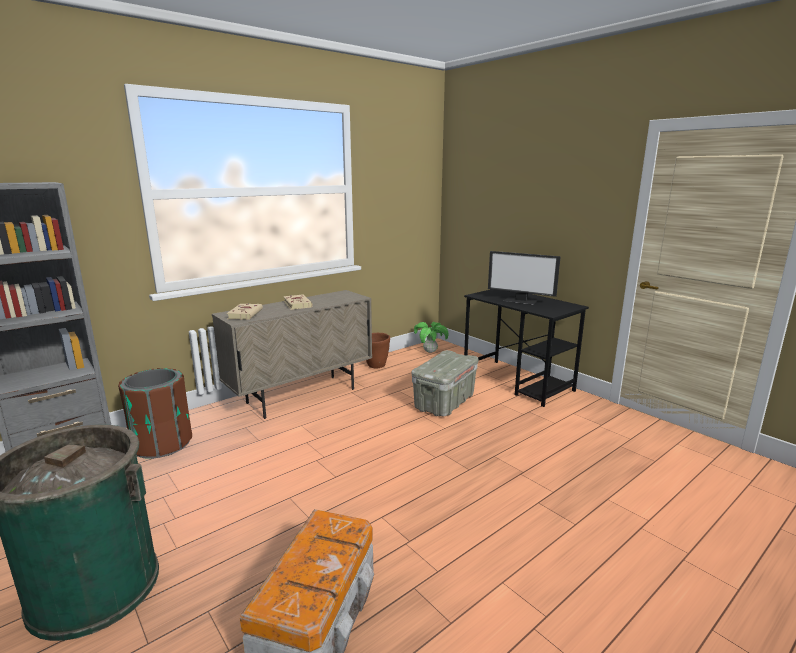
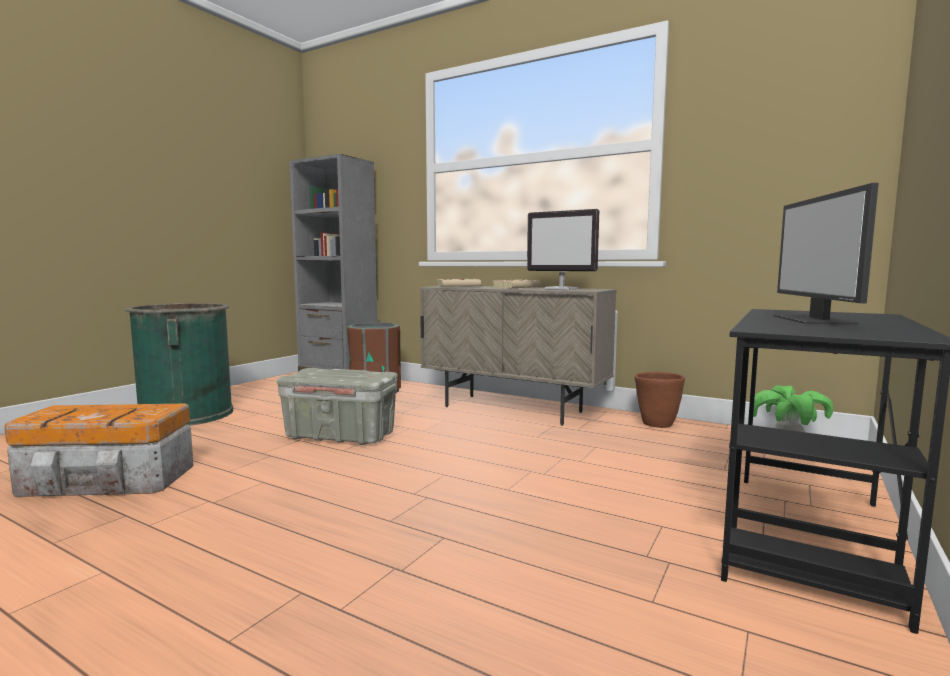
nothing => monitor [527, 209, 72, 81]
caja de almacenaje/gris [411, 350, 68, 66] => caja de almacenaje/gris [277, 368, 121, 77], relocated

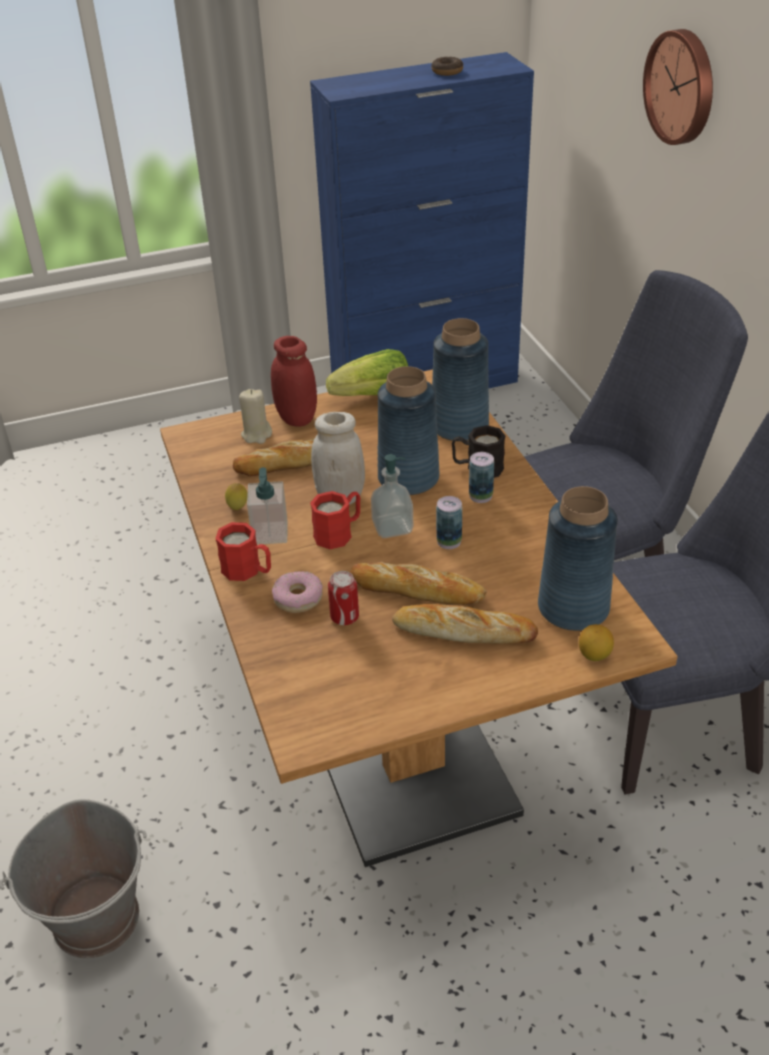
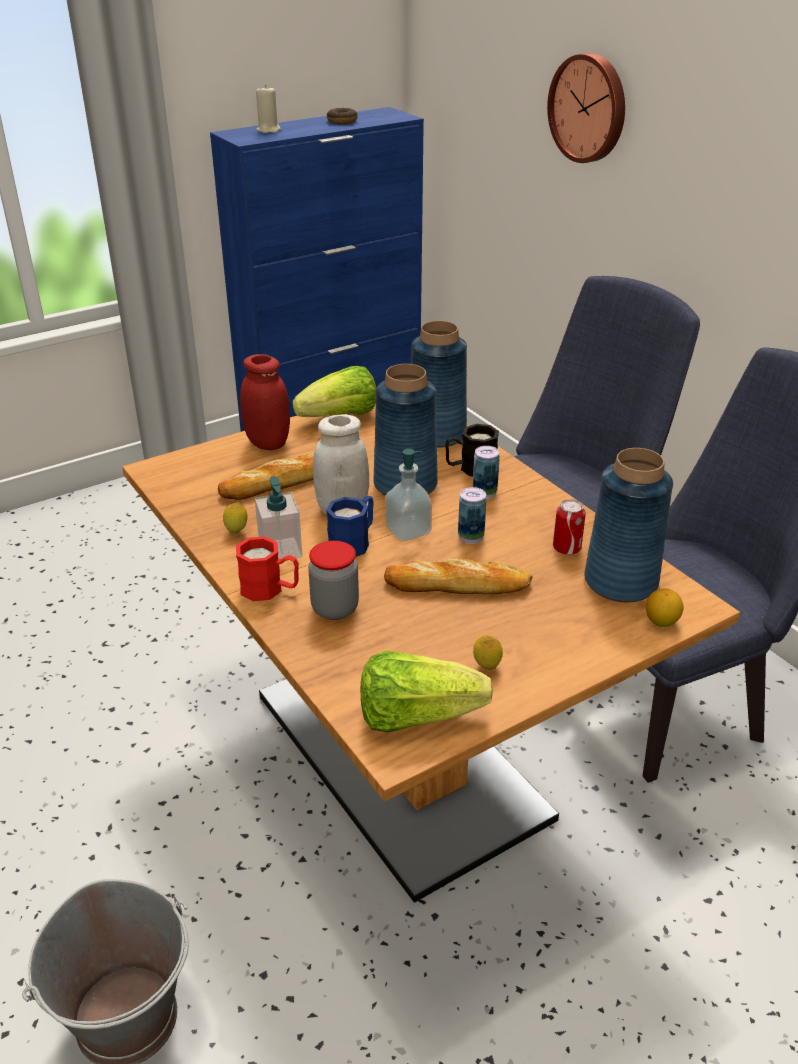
pan [392, 604, 146, 40] => nothing
nothing => lechuga [361, 650, 132, 83]
nothing => limón [473, 635, 30, 35]
vela/beis [239, 389, 33, 55] => vela/beis [256, 85, 25, 48], relocated
lata [328, 571, 31, 54] => lata [553, 499, 33, 56], relocated
rosquilla [272, 571, 51, 42] => tarro [308, 541, 51, 79]
taza grande/rojo [310, 491, 50, 58] => taza grande/azul [326, 496, 48, 61]

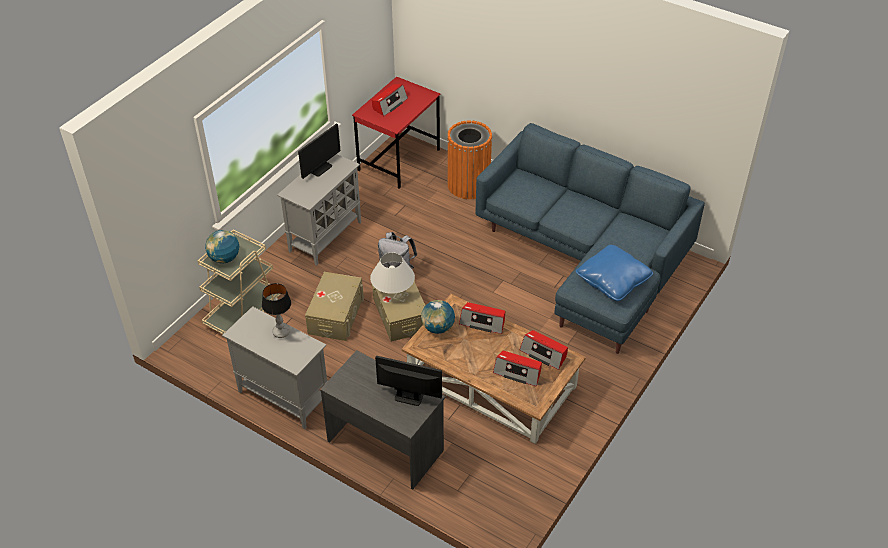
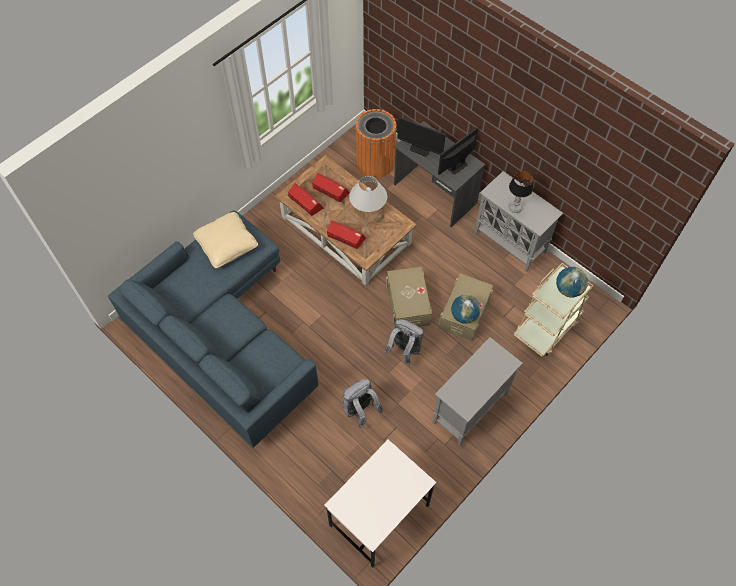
radio [372, 84, 36, 32] => nothing
nothing => mochila/gris [343, 379, 41, 49]
monitor [298, 123, 42, 56] => monitor [438, 128, 40, 47], relocated
lámpara de mesa/blanco [370, 252, 45, 42] => lámpara de mesa/blanco [349, 176, 38, 36], relocated
globo terráqueo [421, 300, 34, 34] => globo terráqueo [451, 294, 30, 30], relocated
papelera/naranja [447, 120, 45, 79] => papelera/naranja [355, 109, 41, 69], relocated
escritorio/rojo [352, 76, 89, 113] => escritorio/blanco [324, 439, 112, 129]
cojín/azul [576, 245, 77, 56] => cojín/beis [193, 212, 65, 56]

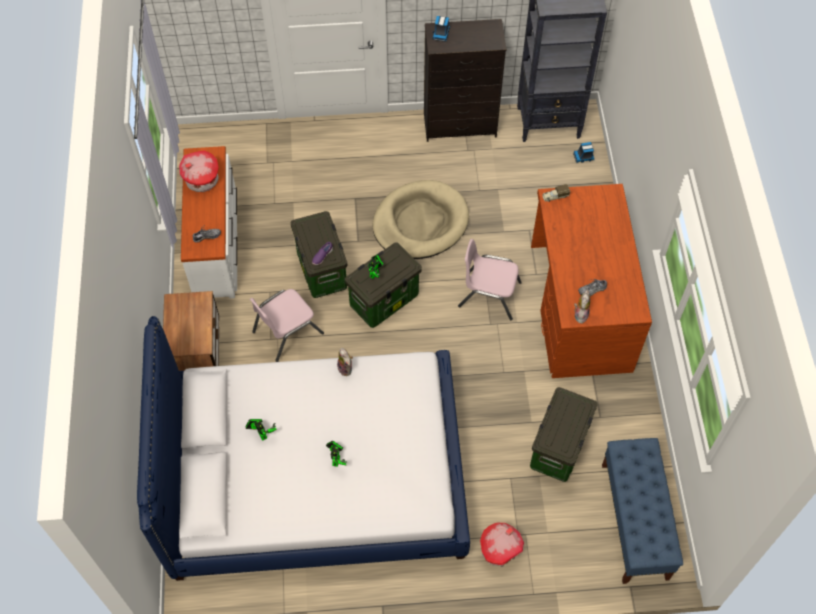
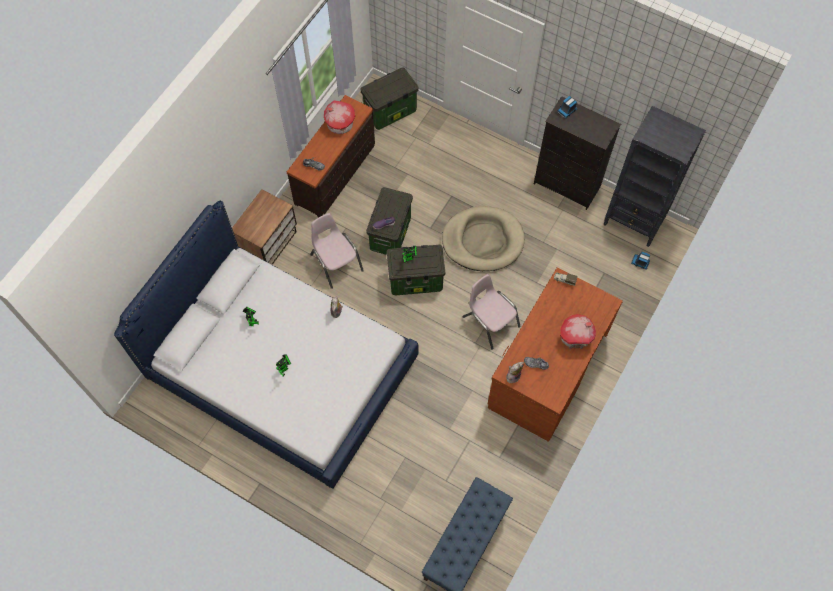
casita [480, 523, 44, 44] => casita [560, 314, 36, 35], relocated
caja de almacenaje [530, 387, 68, 95] => caja de almacenaje [361, 67, 58, 63], relocated
cómoda/blanco [181, 146, 56, 153] => cómoda/marrón [287, 95, 88, 122]
silla/rosa [250, 289, 74, 73] => silla/rosa [310, 213, 54, 76], 60 degrees clockwise

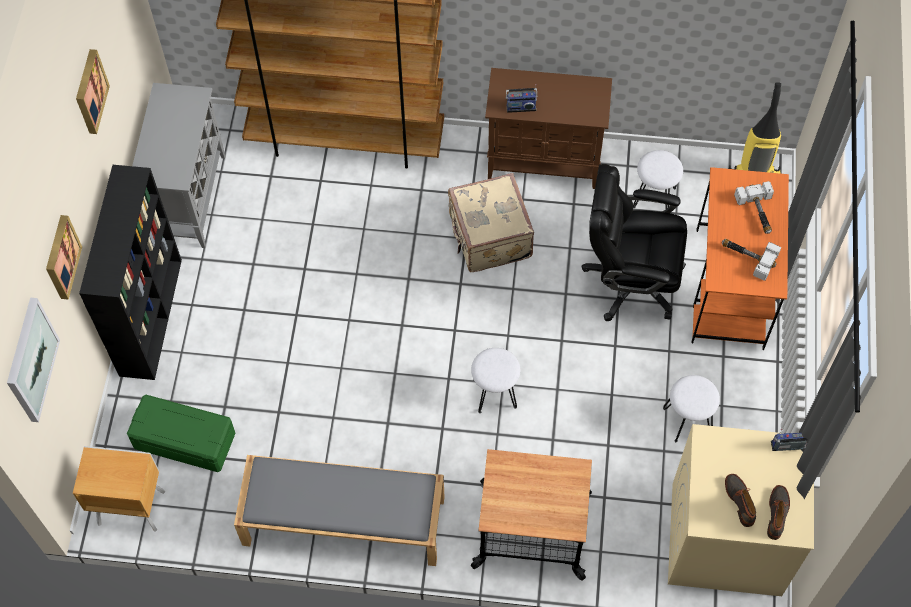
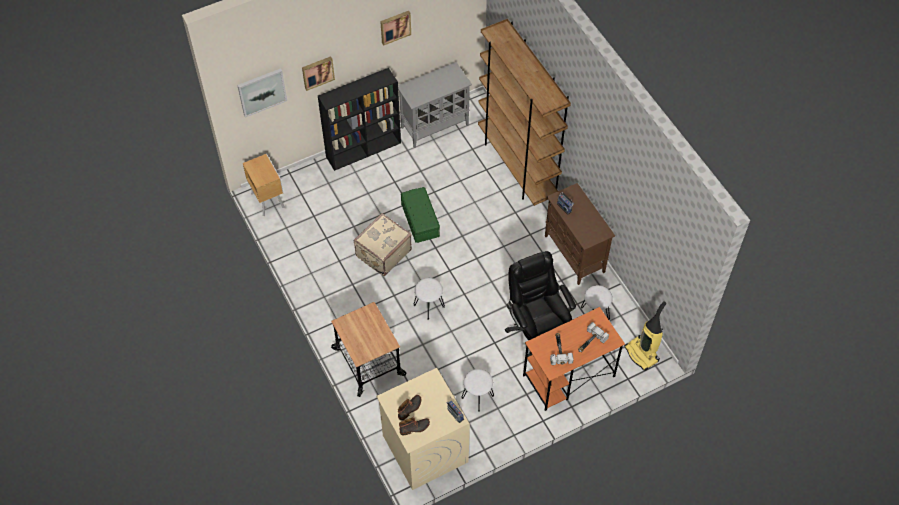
banco/gris [234, 455, 210, 111] => nothing
caja de almacenaje/verde [127, 395, 109, 77] => caja de almacenaje/verde [401, 187, 39, 56], relocated
maleta/beis [448, 173, 86, 99] => maleta/beis [354, 213, 58, 63], relocated

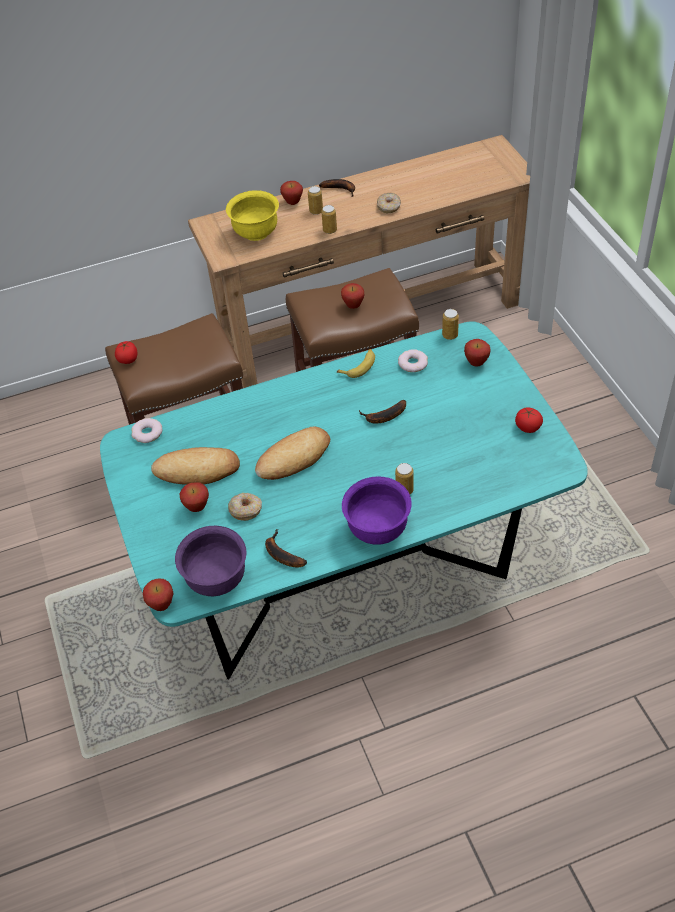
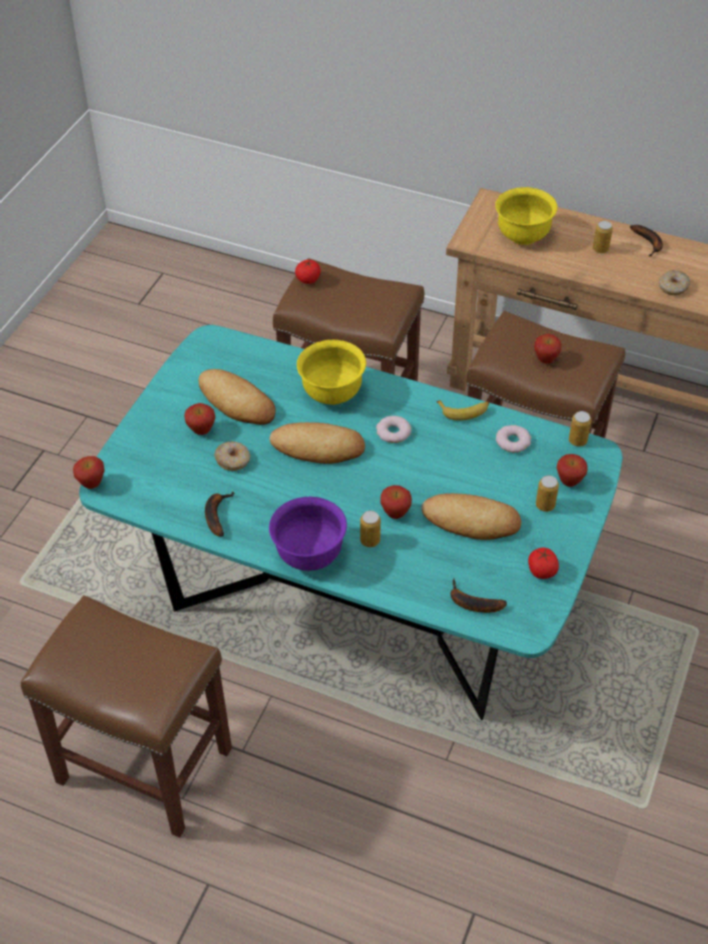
cuenco/morado [175, 526, 72, 70] => nothing
nothing => taburete/marrón [21, 595, 211, 243]
nothing => cuenco/amarillo [297, 340, 69, 65]
nothing => pan [421, 493, 100, 47]
rosquilla [131, 418, 31, 25] => rosquilla [376, 416, 35, 27], relocated
manzana [280, 181, 23, 24] => manzana [380, 485, 32, 34], relocated
lata [322, 205, 15, 29] => lata [536, 475, 23, 37], relocated
plátano [359, 400, 47, 24] => plátano [450, 579, 57, 34], relocated

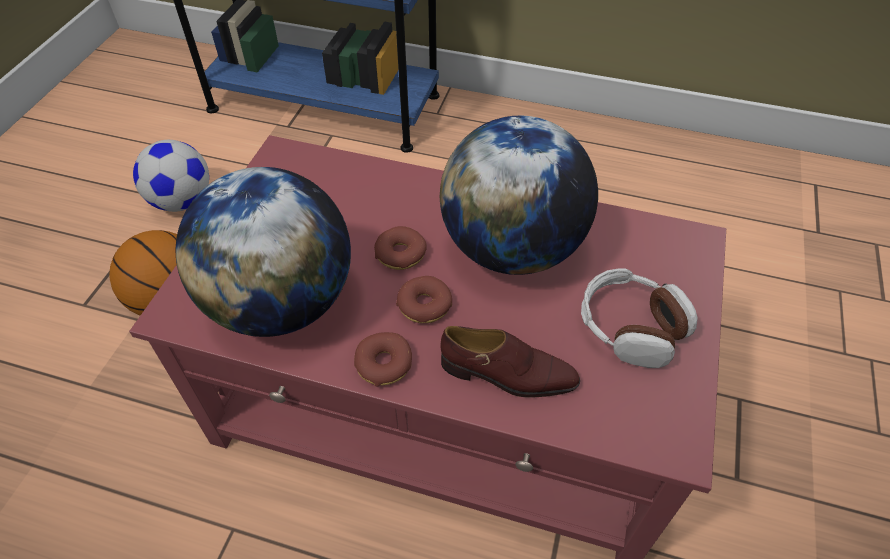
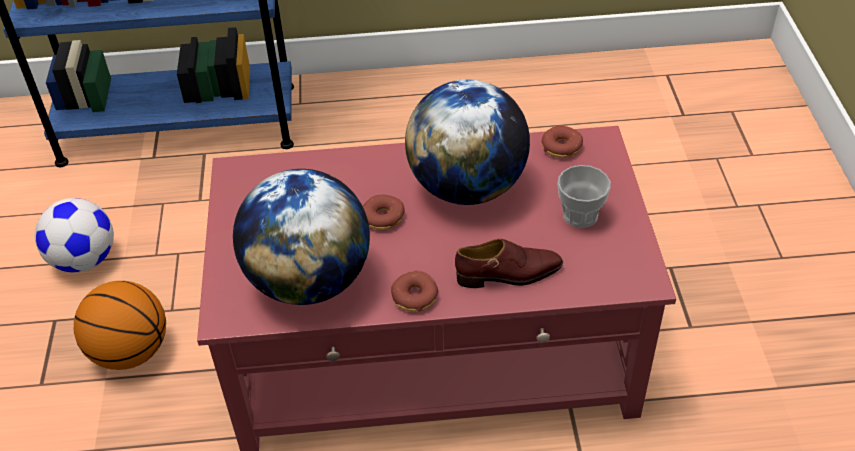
rosquilla [396, 276, 56, 47] => rosquilla [542, 126, 41, 32], relocated
auriculares [581, 268, 117, 100] => taza [558, 165, 53, 63]

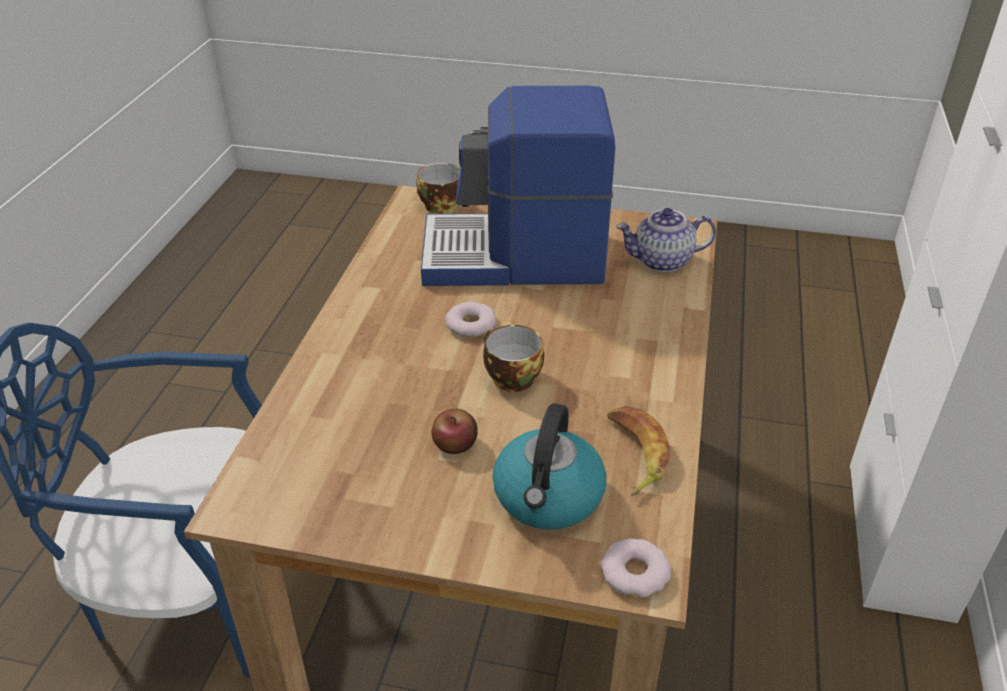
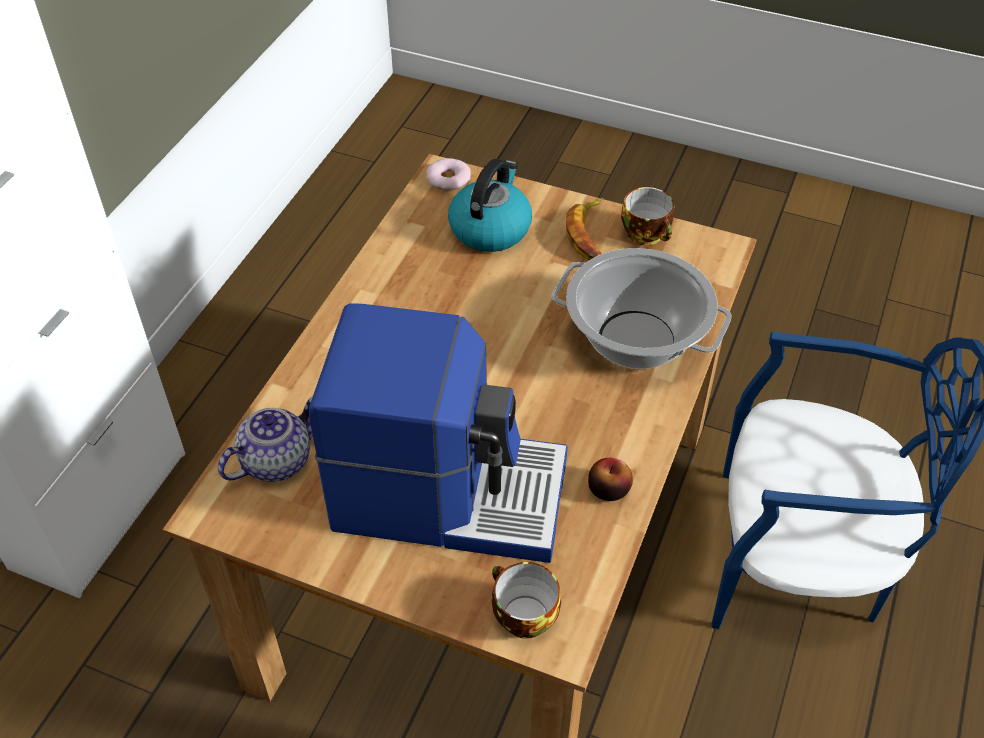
rosquilla [445, 302, 52, 35] => nothing
nothing => olla [551, 248, 181, 121]
manzana [431, 409, 47, 45] => manzana [588, 458, 45, 43], relocated
taza [483, 325, 61, 67] => taza [621, 187, 53, 58], relocated
plátano [607, 407, 63, 89] => plátano [566, 198, 37, 62], relocated
tetera [616, 208, 100, 64] => tetera [218, 397, 95, 85], 45 degrees counterclockwise

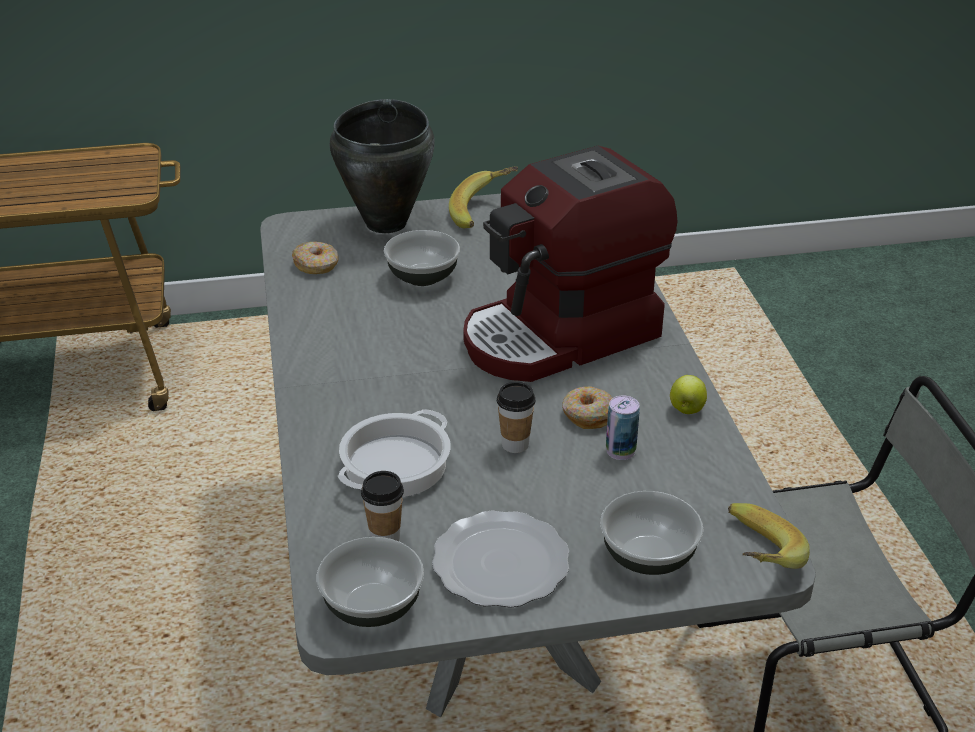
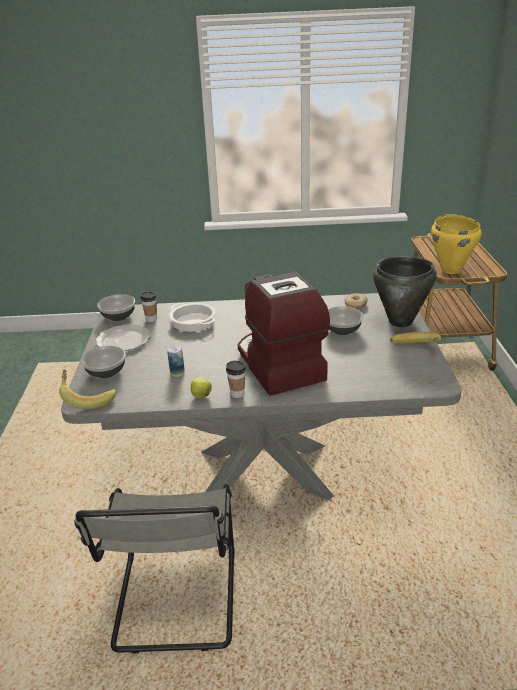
rosquilla [562, 387, 51, 42] => nothing
nothing => olla/amarillo [431, 214, 51, 60]
taza [497, 382, 38, 71] => taza [226, 361, 20, 37], relocated

